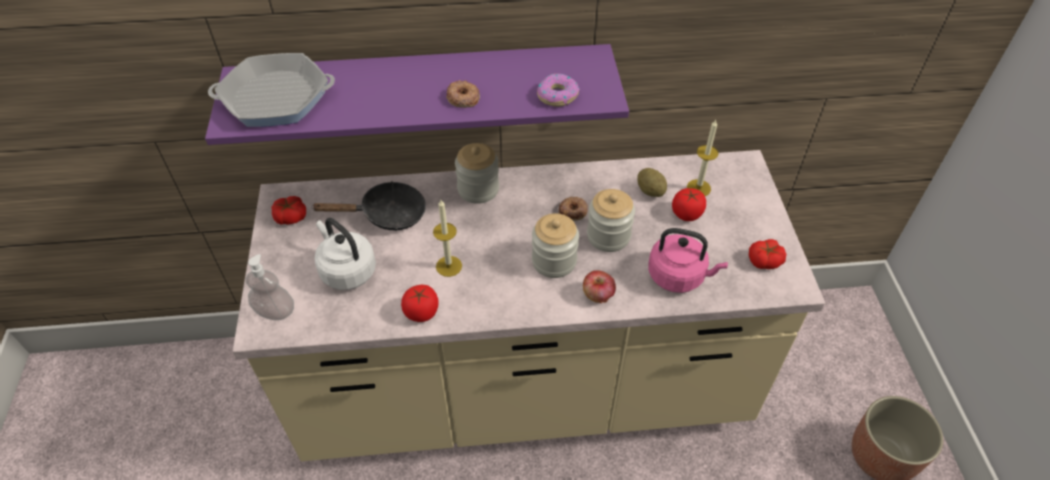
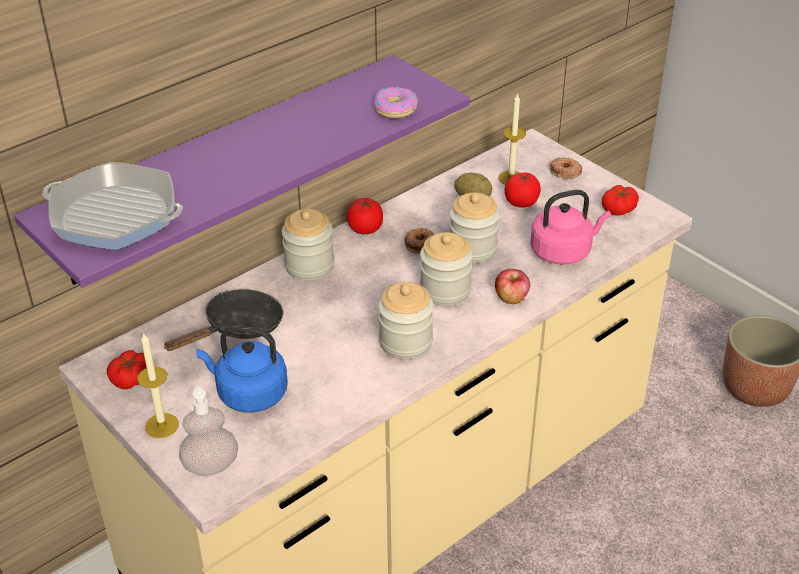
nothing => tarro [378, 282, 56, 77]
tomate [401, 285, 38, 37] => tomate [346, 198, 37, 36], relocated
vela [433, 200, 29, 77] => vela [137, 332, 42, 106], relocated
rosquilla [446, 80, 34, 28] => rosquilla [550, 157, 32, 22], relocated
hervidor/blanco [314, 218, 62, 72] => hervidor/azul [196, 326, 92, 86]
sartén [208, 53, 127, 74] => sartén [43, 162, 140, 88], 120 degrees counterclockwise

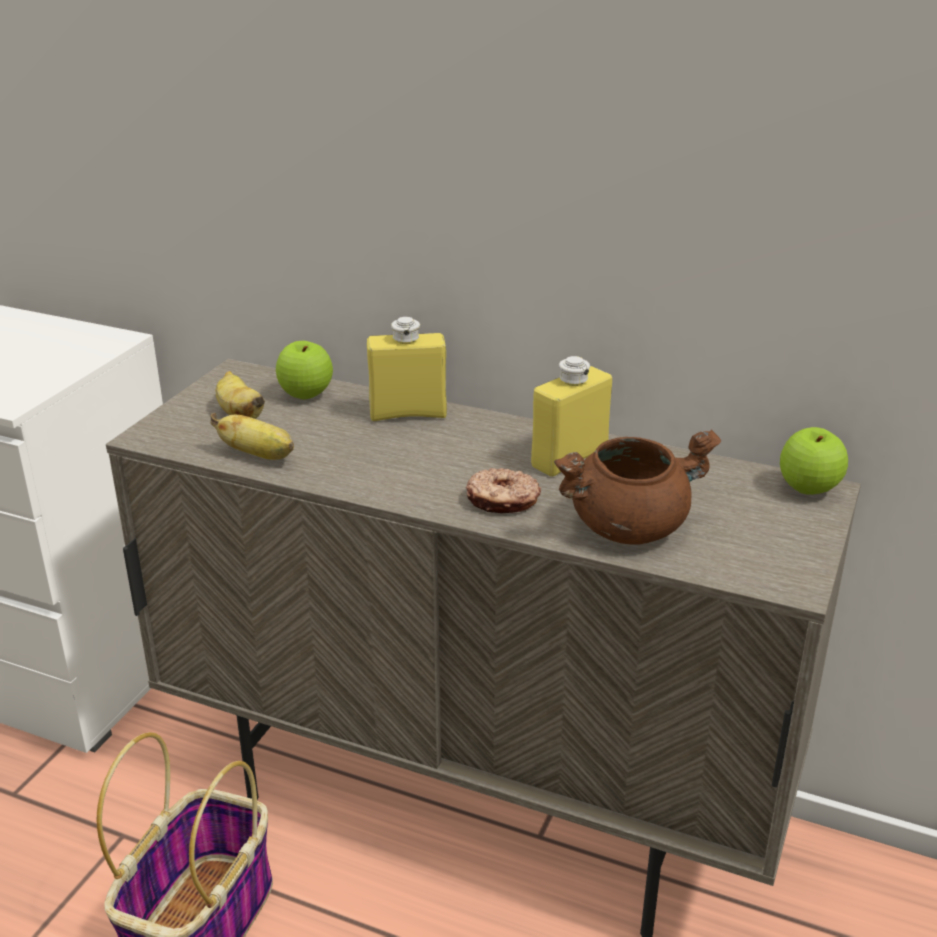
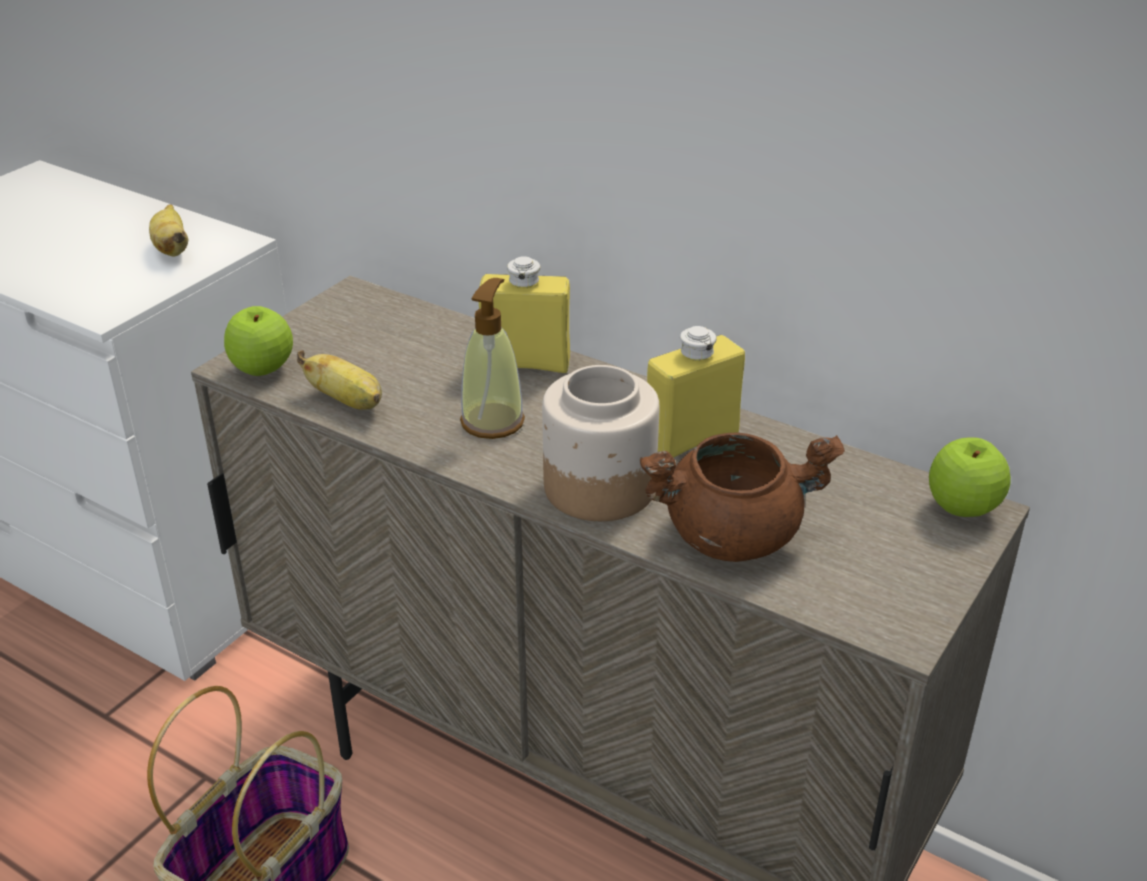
nothing => dispensador de jabón [460, 278, 65, 161]
plátano [216, 371, 49, 48] => plátano [149, 204, 39, 53], relocated
manzana [276, 341, 57, 58] => manzana [224, 306, 69, 70], relocated
rosquilla [466, 468, 75, 45] => tarro [542, 365, 117, 156]

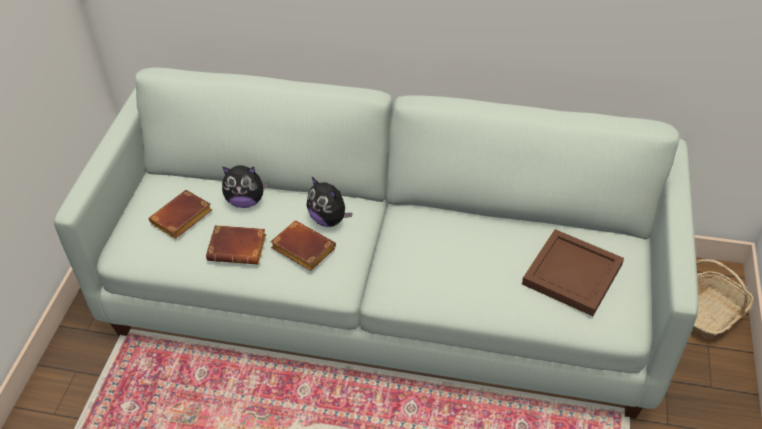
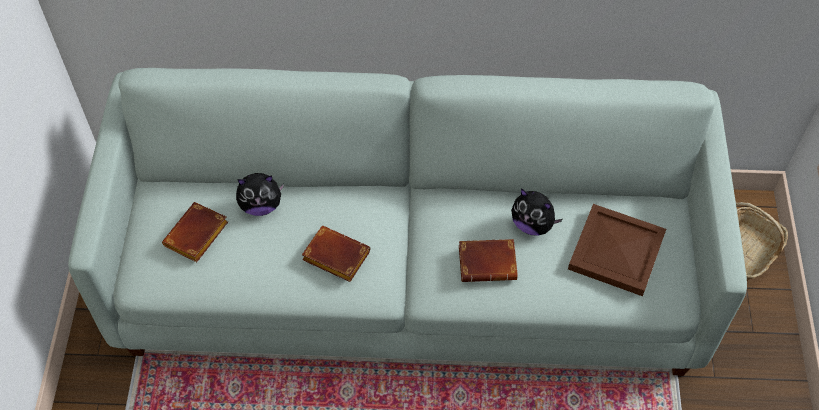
libro/marrón [206, 225, 60, 39] => libro/marrón [459, 239, 59, 43], relocated
peluche [307, 177, 45, 50] => peluche [511, 188, 51, 48], relocated

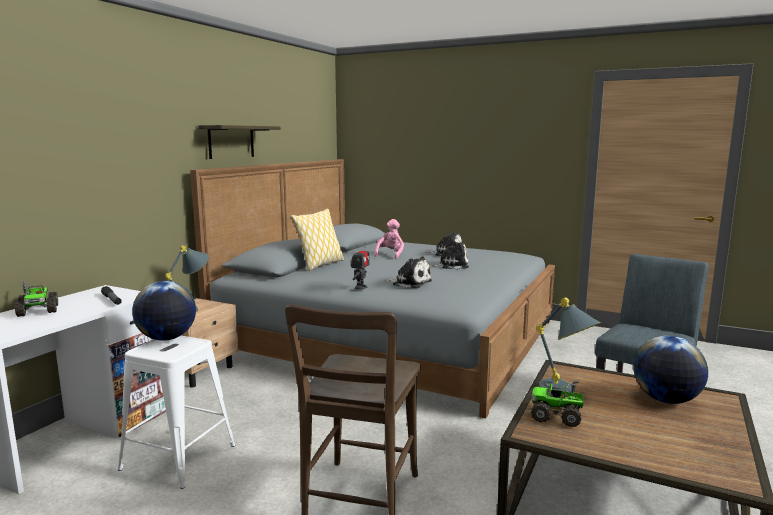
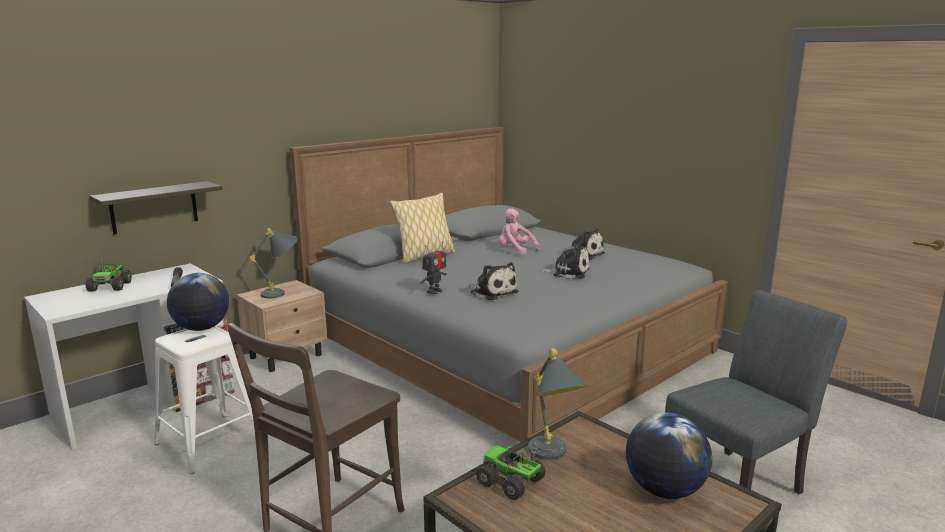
estante [198, 125, 83, 34] => estante [89, 181, 134, 53], relocated
peluche/rosa [374, 219, 30, 40] => peluche/rosa [498, 208, 42, 47], 90 degrees counterclockwise

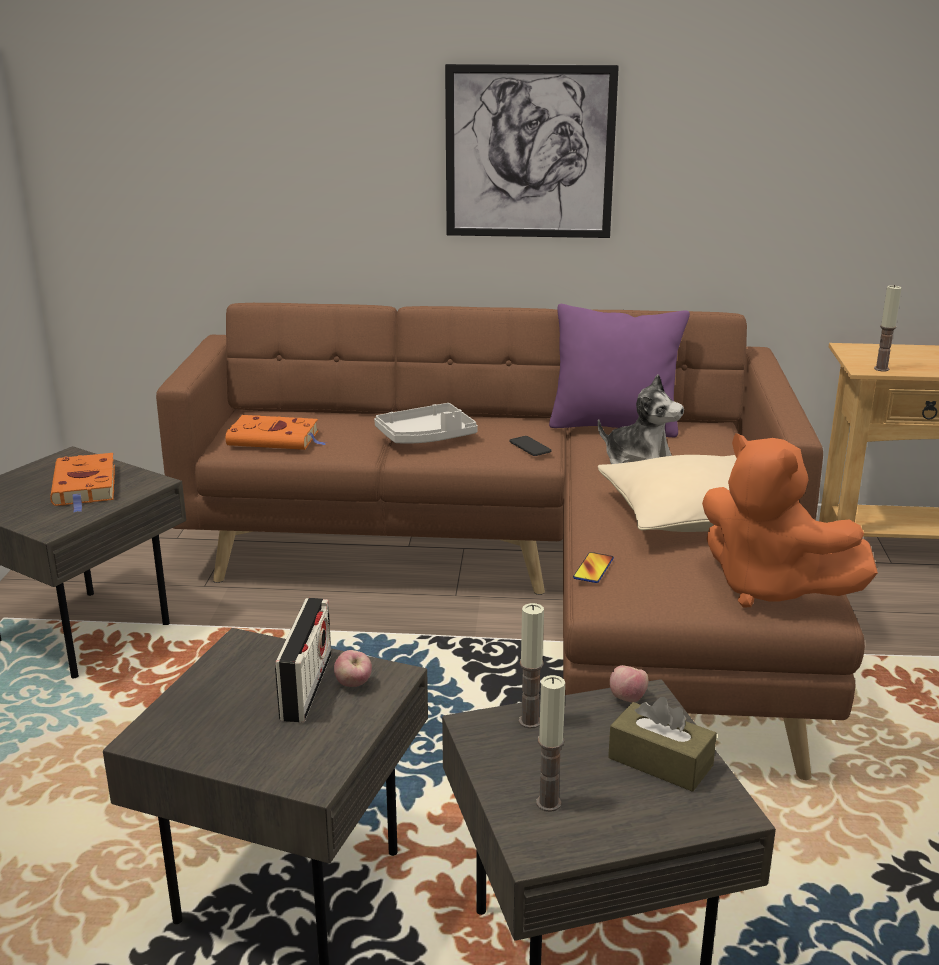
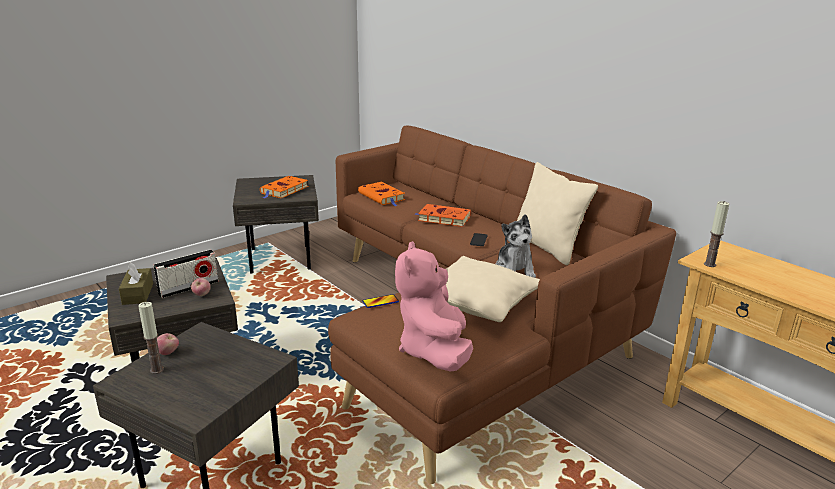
cuadro [445, 64, 174, 174] => nothing
vela [519, 603, 25, 126] => nothing
caja de pañuelos/marrón [608, 697, 109, 95] => caja de pañuelos/marrón [119, 262, 34, 43], relocated
manzana [610, 665, 39, 37] => manzana [157, 333, 22, 22], relocated
bandeja/gris [374, 403, 104, 40] => libro/naranja [414, 204, 57, 23]
cojín/morado [549, 304, 141, 133] => cojín/beis [517, 162, 81, 103]
peluche/naranja [702, 433, 176, 174] => peluche/rosa [395, 241, 78, 131]

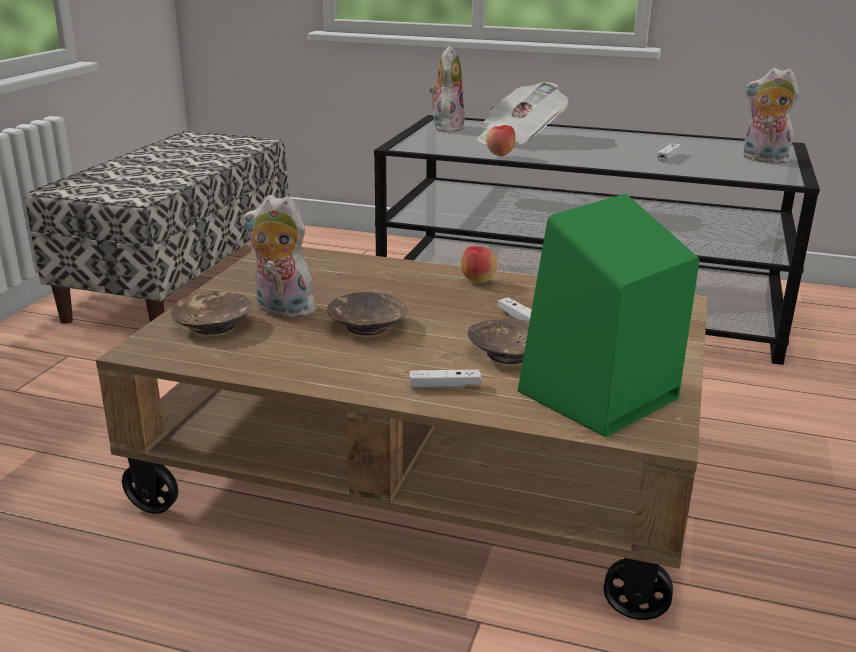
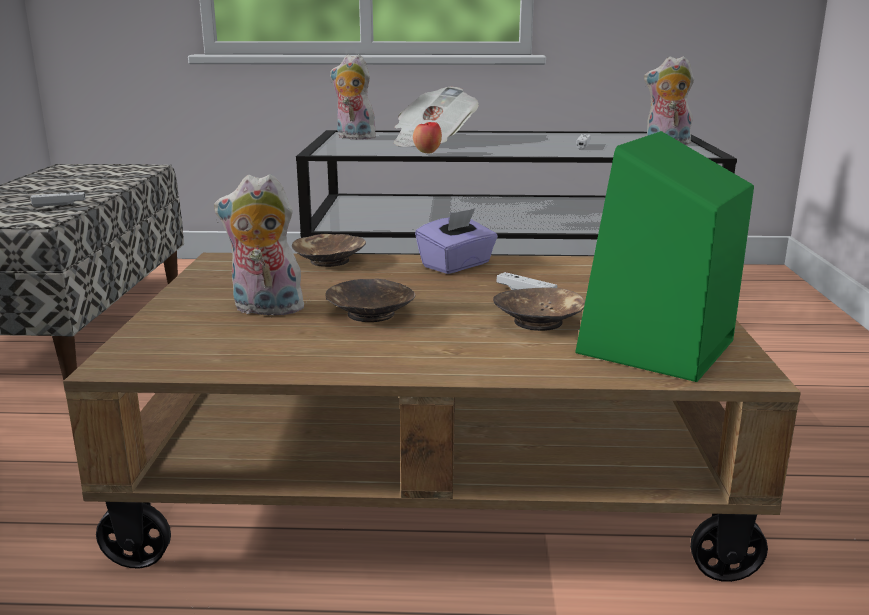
cuenco/marrón [170, 291, 83, 44] => cuenco/marrón [292, 234, 74, 33], relocated
mando de consola/blanco [409, 370, 72, 19] => mando de consola/blanco [30, 192, 55, 15], relocated
manzana [461, 246, 36, 38] => caja de pañuelos/morado [415, 208, 83, 66]
peluche [429, 46, 36, 86] => peluche [330, 54, 48, 86], 60 degrees counterclockwise

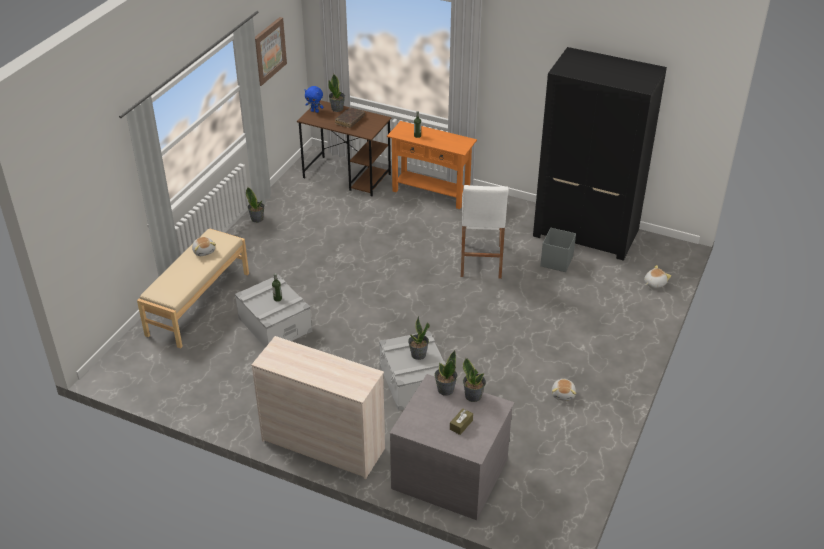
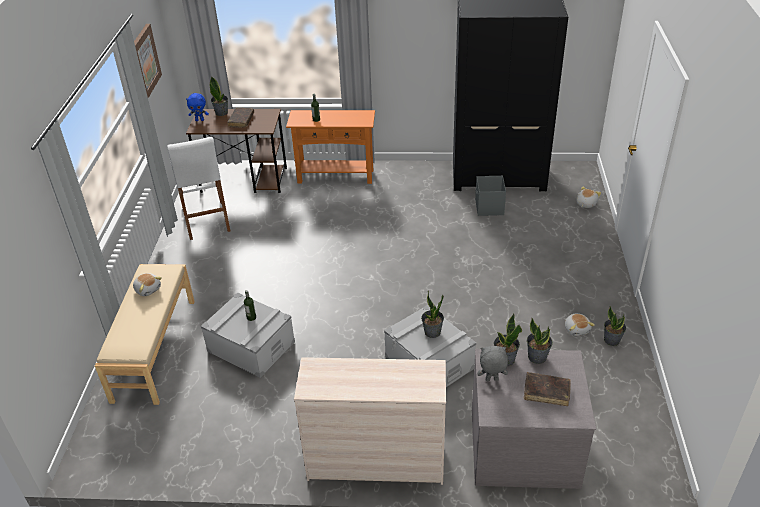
nothing => peluche/gris [477, 346, 31, 35]
planta en maceta [246, 187, 19, 36] => planta en maceta [604, 306, 22, 40], relocated
taburete/blanco [461, 185, 48, 94] => taburete/blanco [167, 137, 63, 103], relocated
caja de pañuelos/marrón [450, 408, 23, 27] => libro/marrón [524, 372, 47, 34]

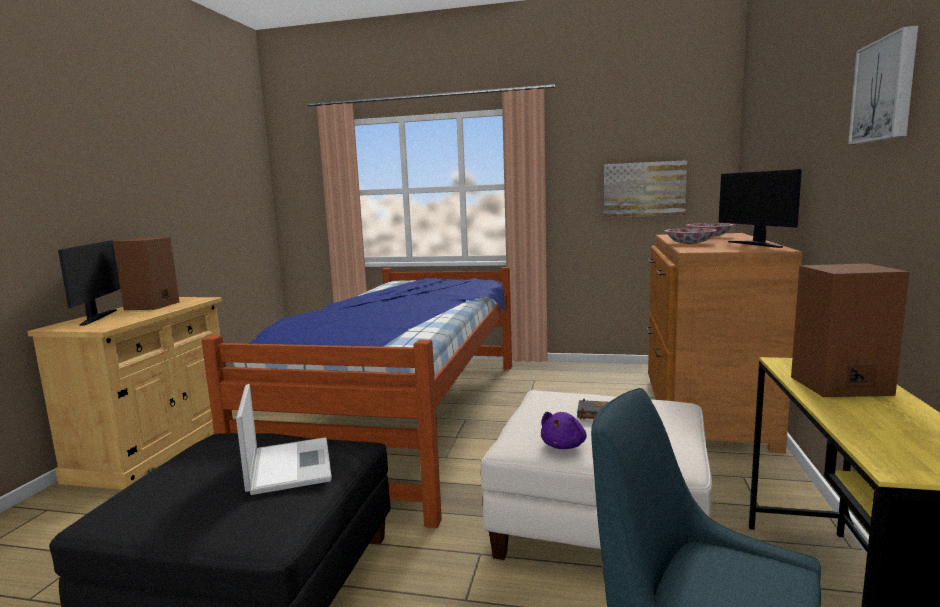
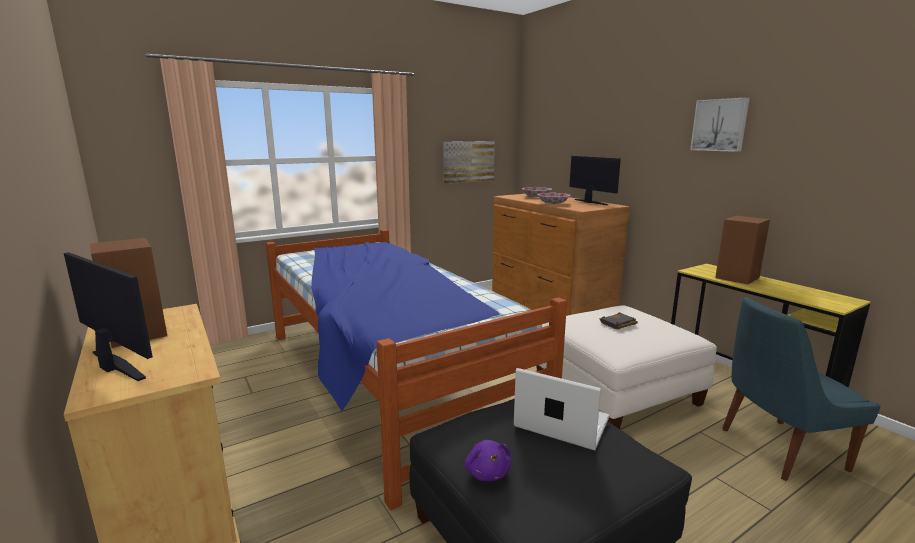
peluche/morado [541, 412, 46, 37] => peluche/morado [465, 440, 46, 41], relocated
monitor [719, 169, 83, 79] => monitor [569, 156, 52, 49], 150 degrees counterclockwise

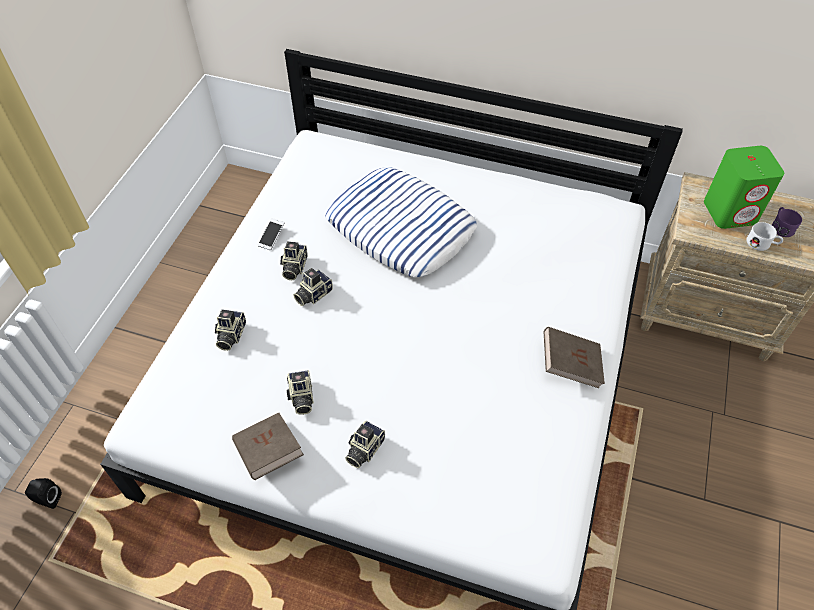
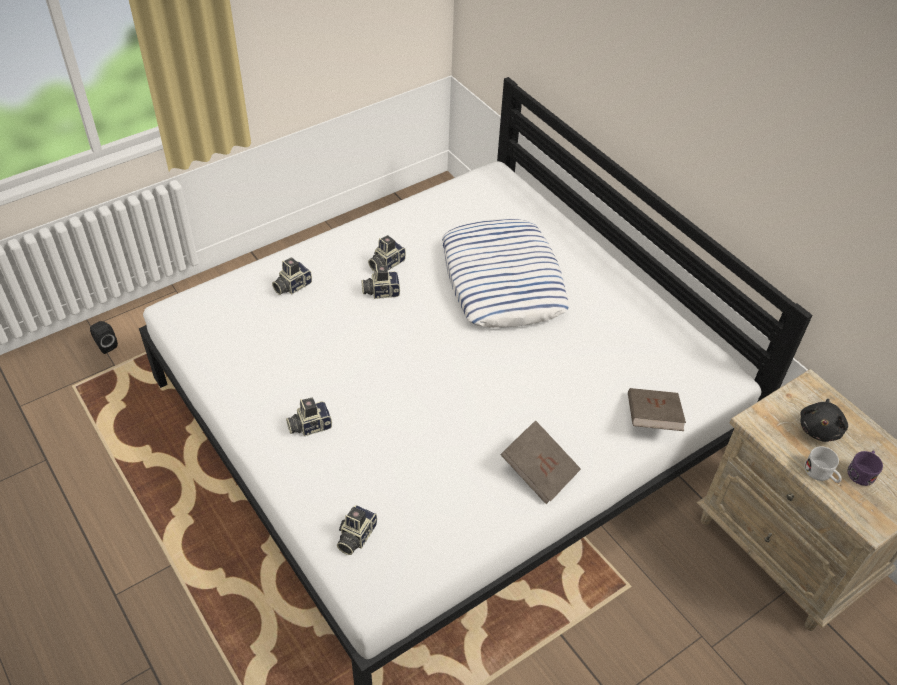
móvil [258, 218, 27, 32] => nothing
libro/marrón [232, 413, 72, 67] => libro/marrón [628, 388, 58, 43], relocated
cámara [287, 370, 27, 45] => cámara [337, 505, 40, 50], relocated
altavoz/verde [704, 146, 80, 83] => peluche/negro [800, 399, 48, 43]

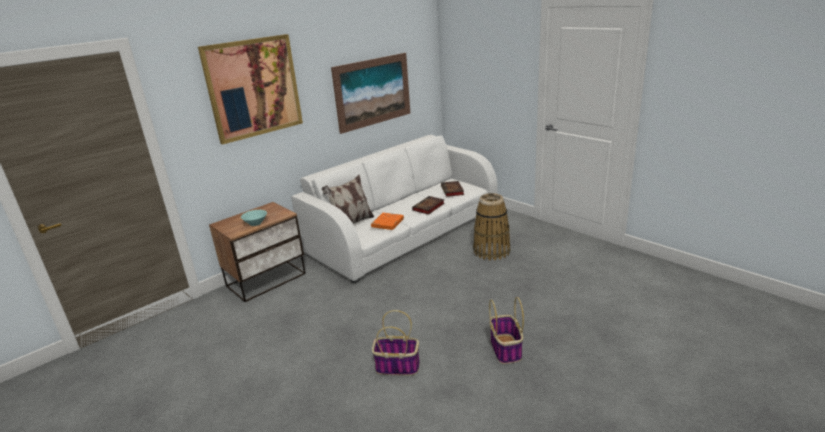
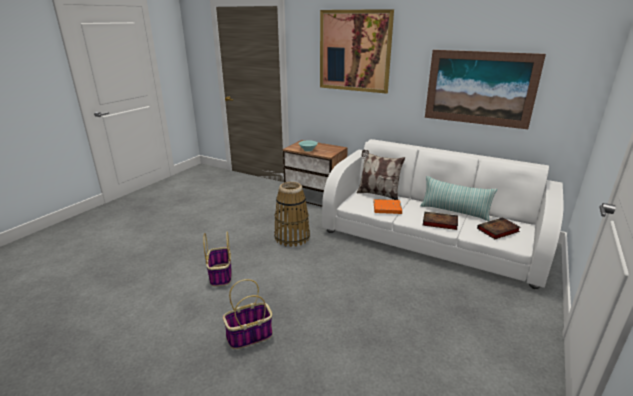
nothing => cojín [421, 176, 76, 45]
cesta [473, 193, 37, 68] => cesta [274, 182, 36, 65], relocated

